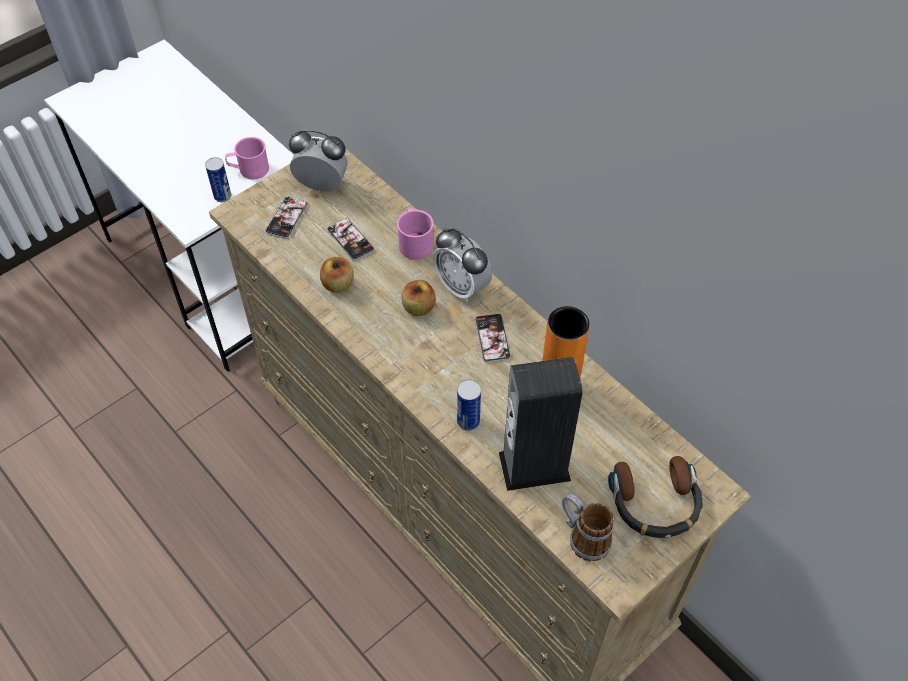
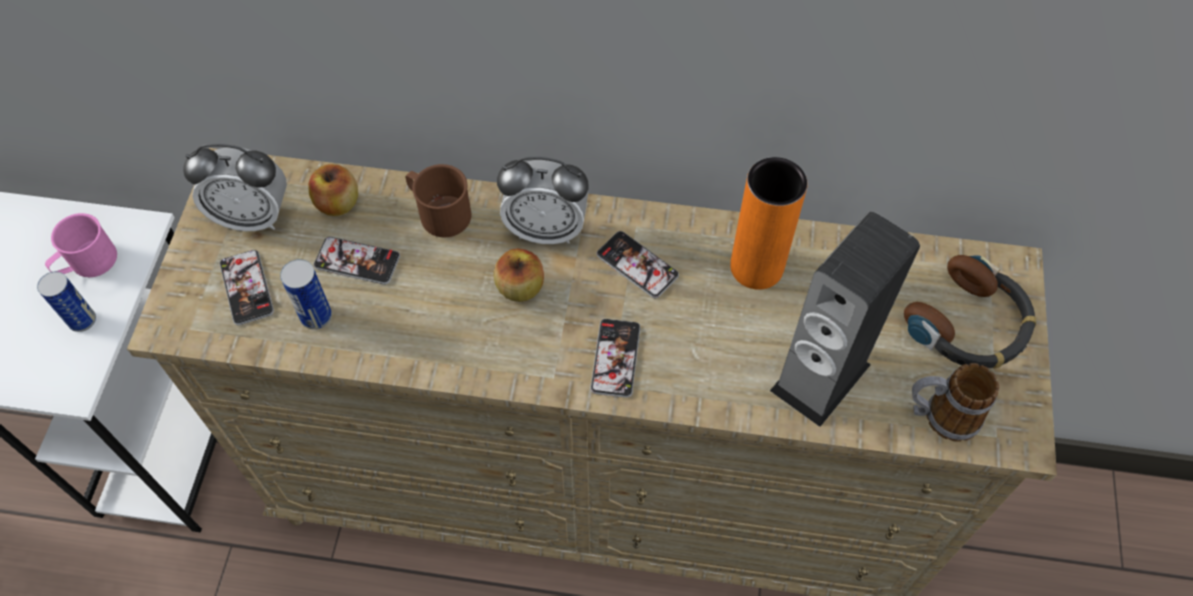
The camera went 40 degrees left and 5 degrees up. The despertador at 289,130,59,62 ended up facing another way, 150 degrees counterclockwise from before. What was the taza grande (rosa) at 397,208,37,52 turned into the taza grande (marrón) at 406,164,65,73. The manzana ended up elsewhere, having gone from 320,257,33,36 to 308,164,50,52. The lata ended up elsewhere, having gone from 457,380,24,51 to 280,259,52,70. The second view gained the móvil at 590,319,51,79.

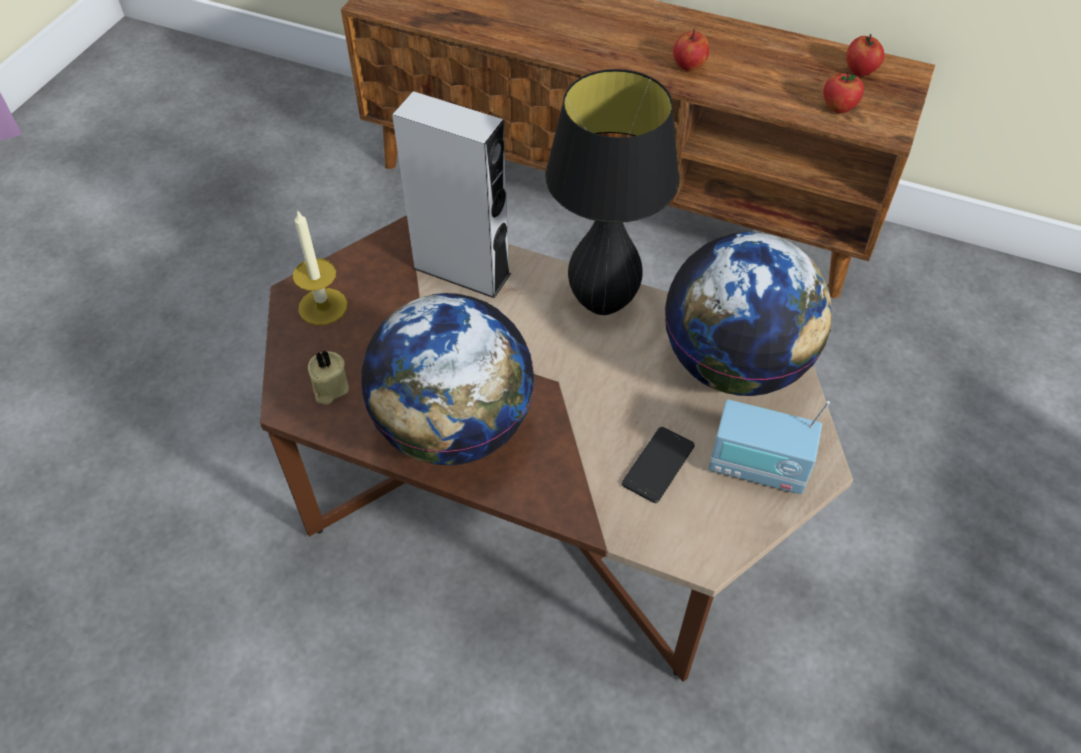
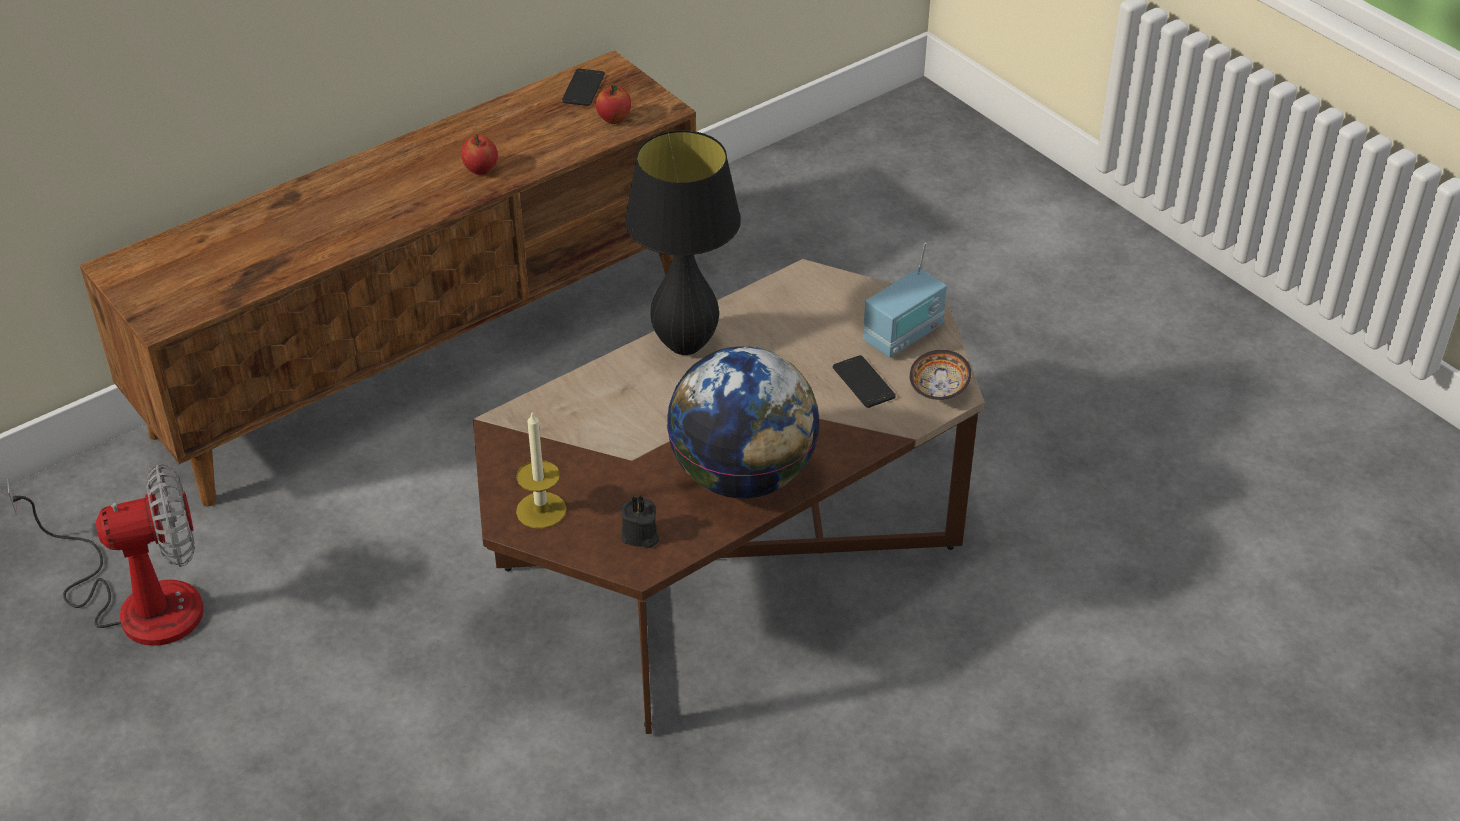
The camera went 60 degrees left and 10 degrees down. Where the manzana stood at 846,34,38,42, the móvil came to stand at 562,69,43,37. The second view lost the altavoz (gris) at 392,91,119,207. The second view lost the globo terráqueo at 665,232,167,164. What was the vela (beis) at 308,351,41,54 turned into the vela (negro) at 621,495,38,53. The second view gained the cuenco at 909,350,62,50. The second view gained the ventilador at 7,464,197,182.

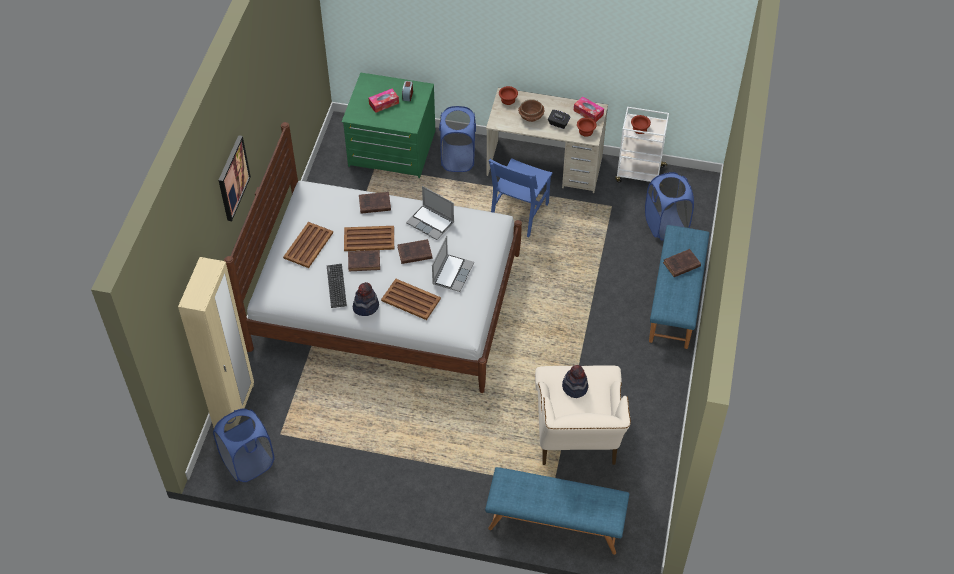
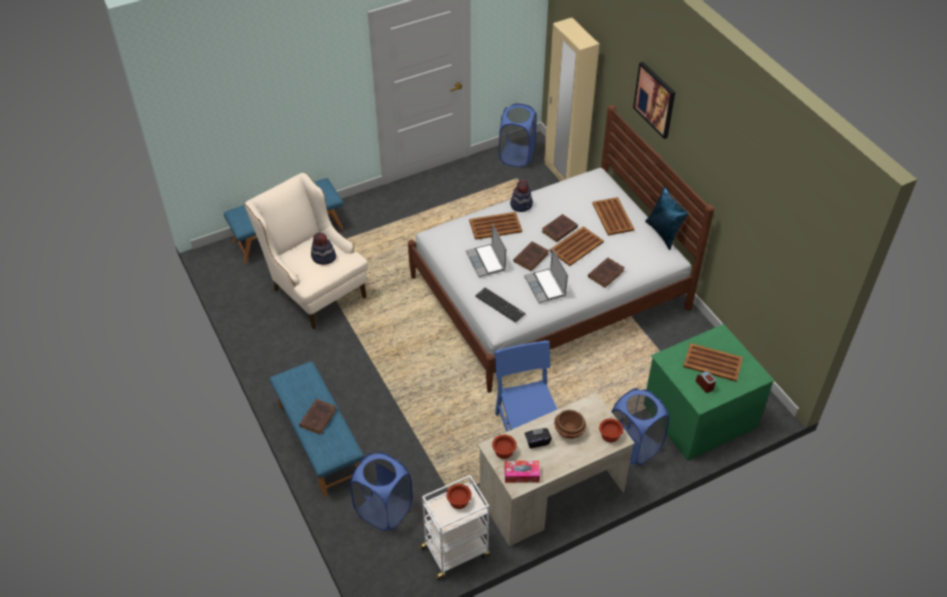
The camera went 140 degrees right and 5 degrees down. Where the caja de pañuelos stood at 369,89,30,24, the bandeja (marrón) came to stand at 683,343,60,39. The portátil at 406,186,48,54 ended up facing another way, 105 degrees counterclockwise from before. The teclado ended up elsewhere, having gone from 327,264,20,44 to 475,288,51,35. The second view gained the cojín (azul) at 645,186,44,64.

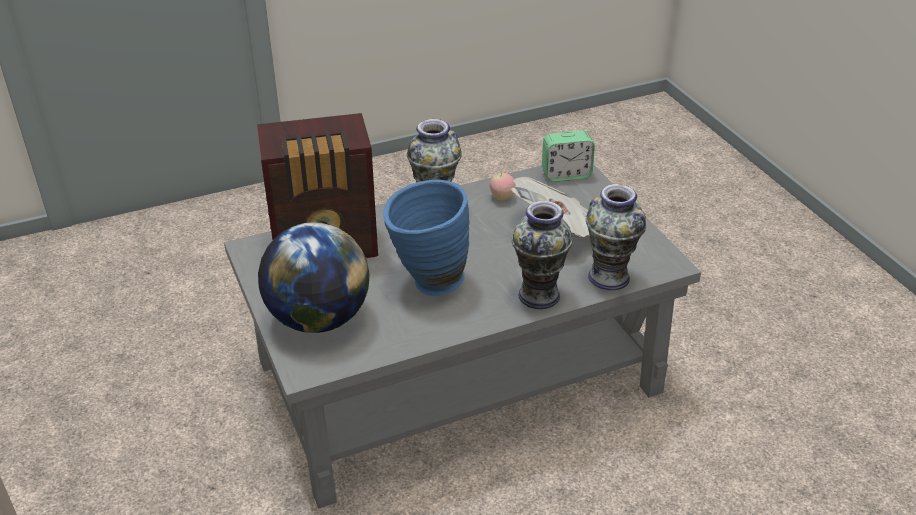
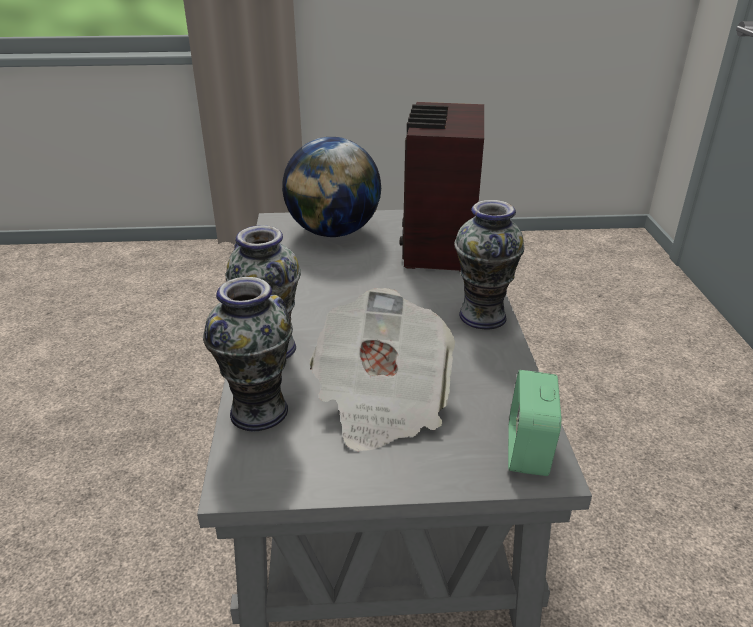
The camera went 110 degrees right and 5 degrees down. The second view lost the manzana at 489,172,27,29. The second view lost the florero (azul) at 383,180,87,116.

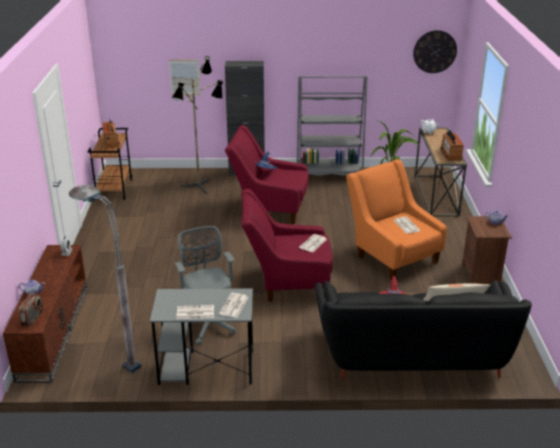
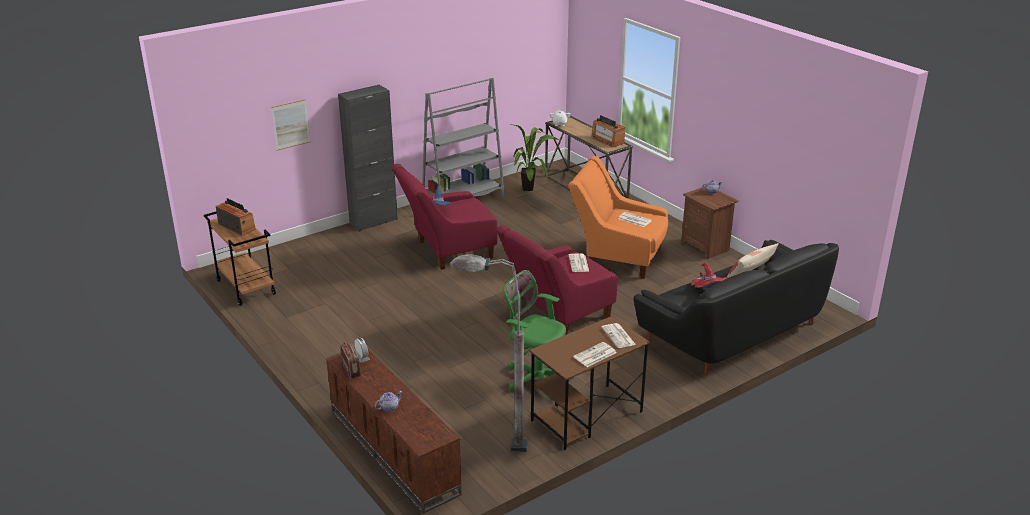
The camera went 35 degrees left and 0 degrees up. The second view lost the reloj de pared at 413,30,44,43. The second view lost the lámpara de pie at 172,56,51,138. What was the silla de oficina (gris) at 174,226,62,119 turned into the silla de oficina (verde) at 503,270,71,131. What was the escritorio (gris) at 150,288,103,97 turned into the escritorio (marrón) at 529,316,121,134. The radio ended up elsewhere, having gone from 18,293,26,34 to 341,342,20,37.

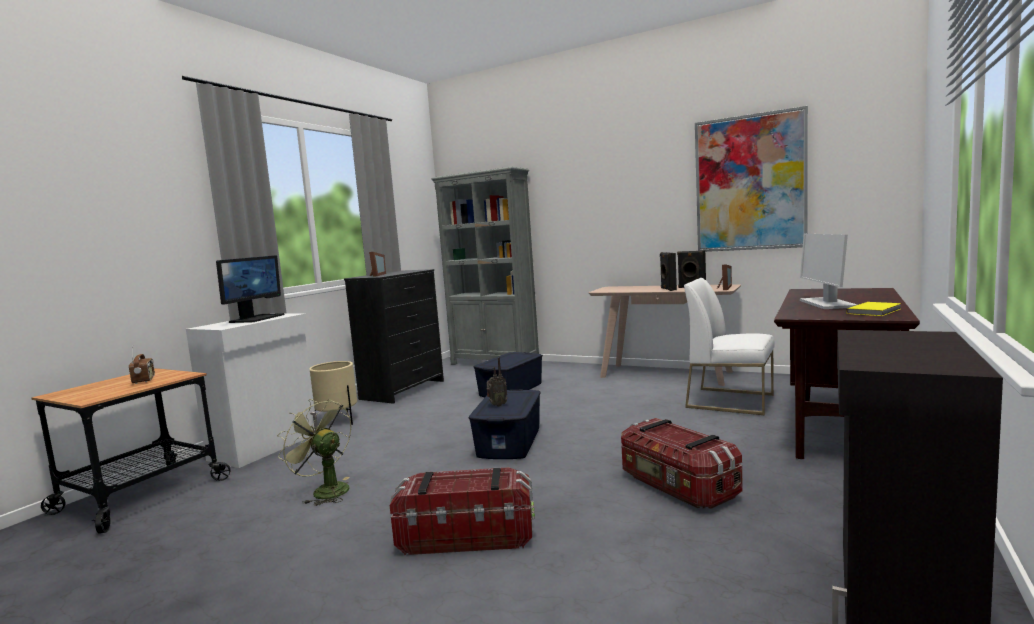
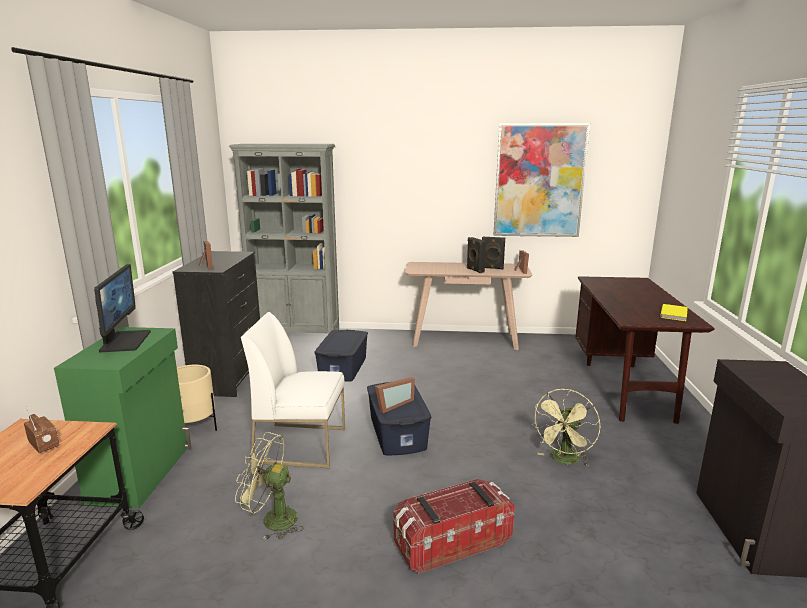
The camera went 25 degrees left and 10 degrees up. The second view lost the monitor at 800,234,57,75. The silla (blanco) ended up elsewhere, having gone from 684,278,91,137 to 241,312,104,156. What was the armario (blanco) at 186,313,132,155 turned into the armario (verde) at 54,327,137,181. Where the radio stood at 487,357,21,50, the portarretratos came to stand at 375,377,40,36. Where the caja de almacenaje stood at 621,418,122,91, the ventilador (verde) came to stand at 531,389,69,78.

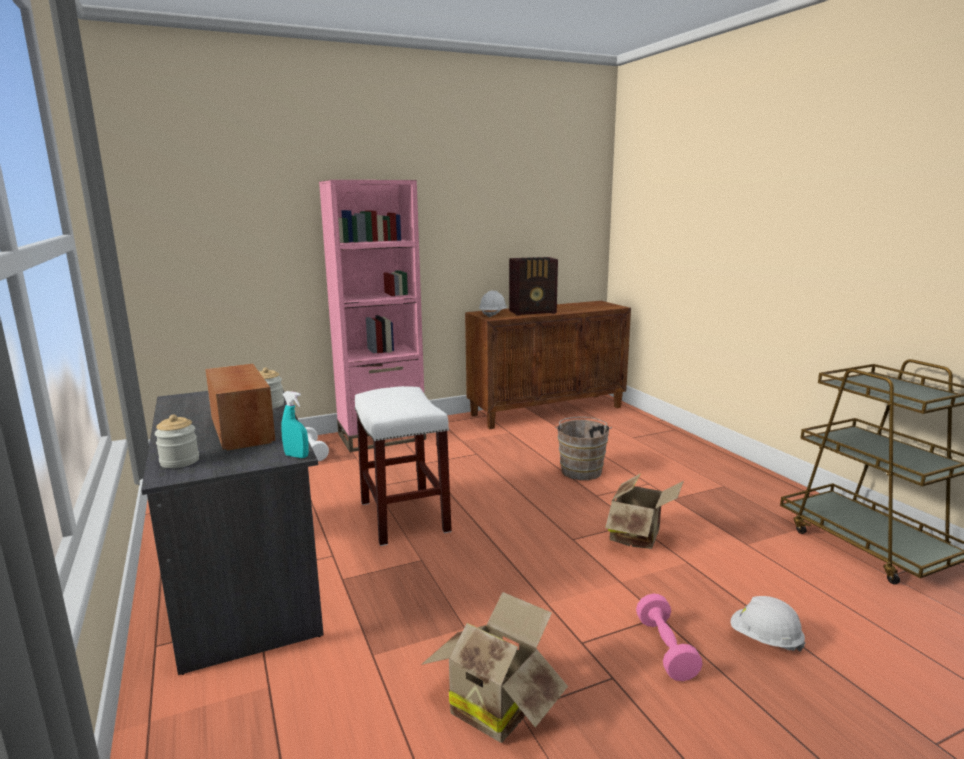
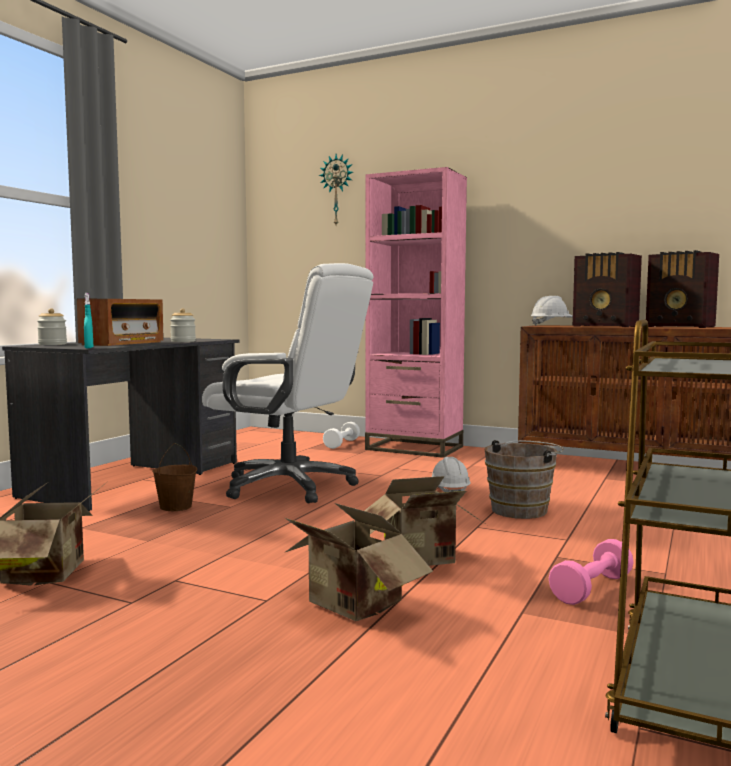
The camera went 50 degrees right and 10 degrees down. Where the taburete (blanco) stood at 354,386,98,160, the silla de oficina (blanco) came to stand at 202,263,172,240. The mancuerna (rosa) ended up elsewhere, having gone from 636,594,67,87 to 549,539,85,66. The casco (blanco) ended up elsewhere, having gone from 731,596,75,56 to 432,457,39,35. The second view gained the reloj de pared at 319,154,34,71. The second view gained the radio at 646,250,73,78. The second view gained the cubo (marrón) at 152,443,45,68. The second view gained the caja de cartón at 284,503,149,118.

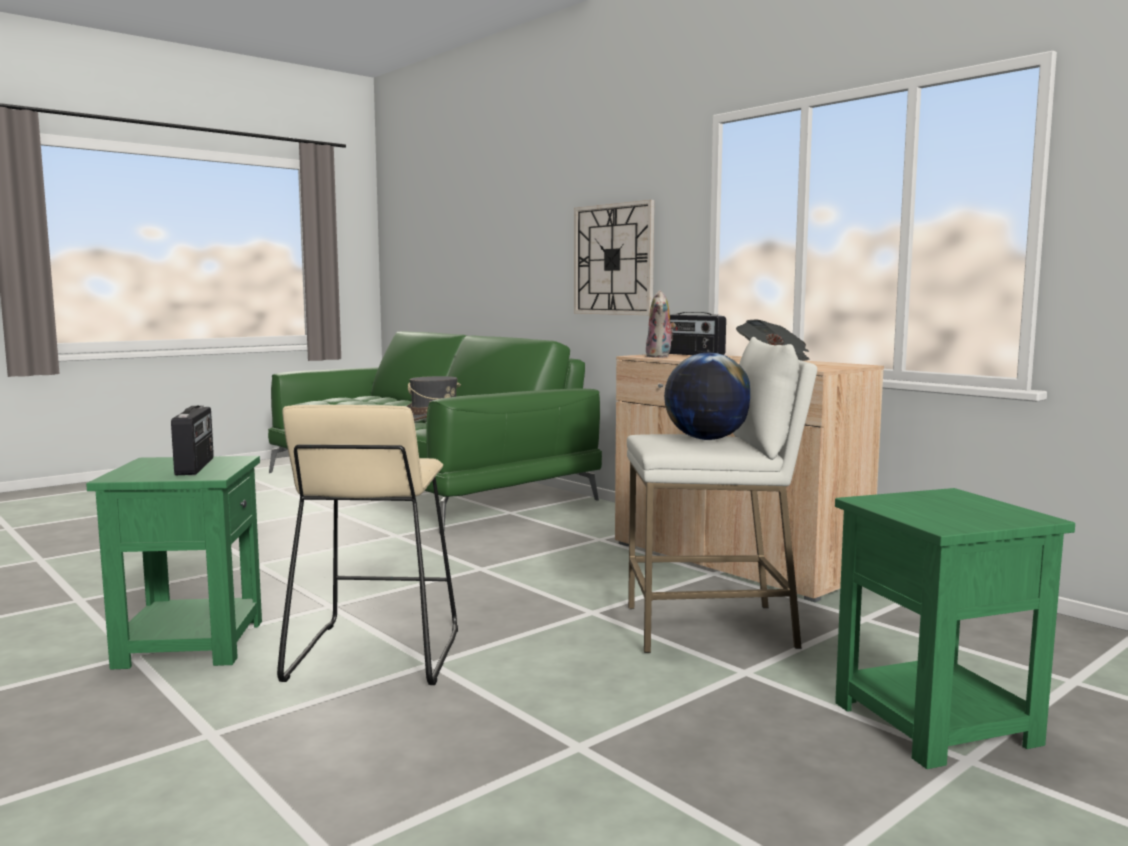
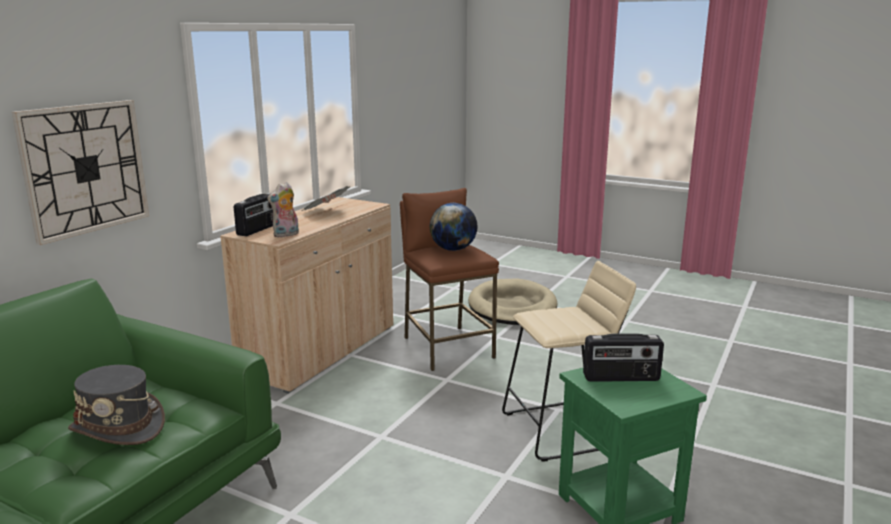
The camera went 110 degrees left and 10 degrees up. The peluche at 646,290,30,68 ended up facing another way, 150 degrees clockwise from before. What was the taburete (blanco) at 627,337,190,316 turned into the taburete (marrón) at 400,188,99,183. The radio at 171,406,43,69 ended up facing another way, 150 degrees counterclockwise from before. Where the mesa auxiliar (verde) stood at 835,488,240,281, the cama para perro (beis) came to stand at 468,279,89,46.

